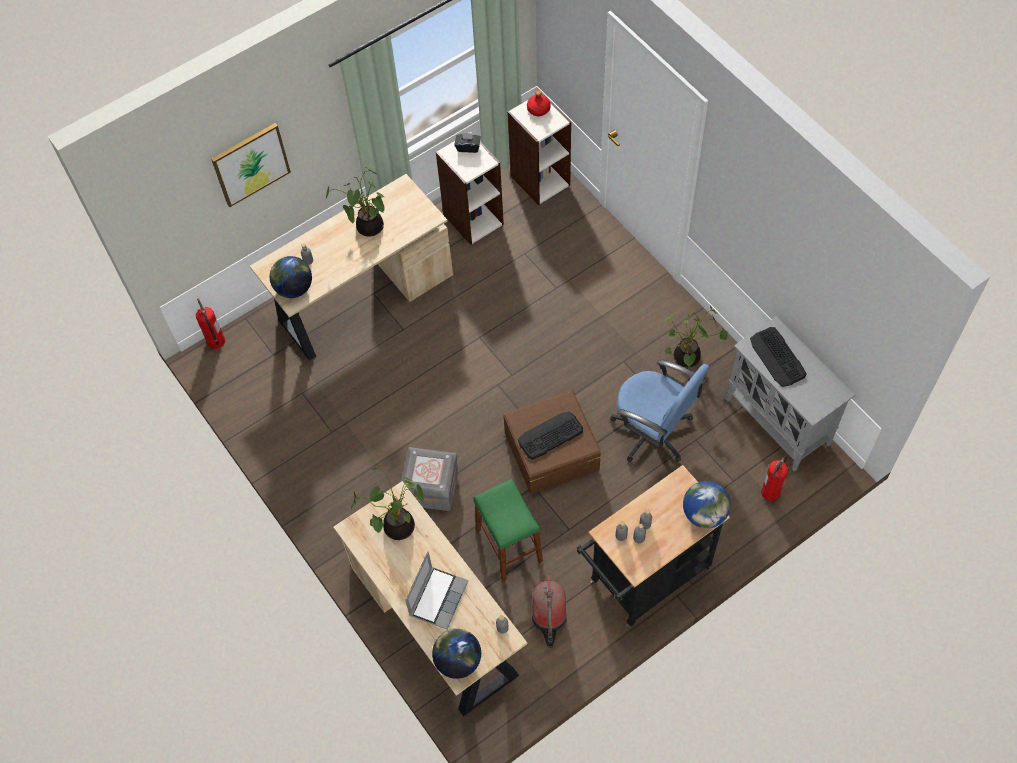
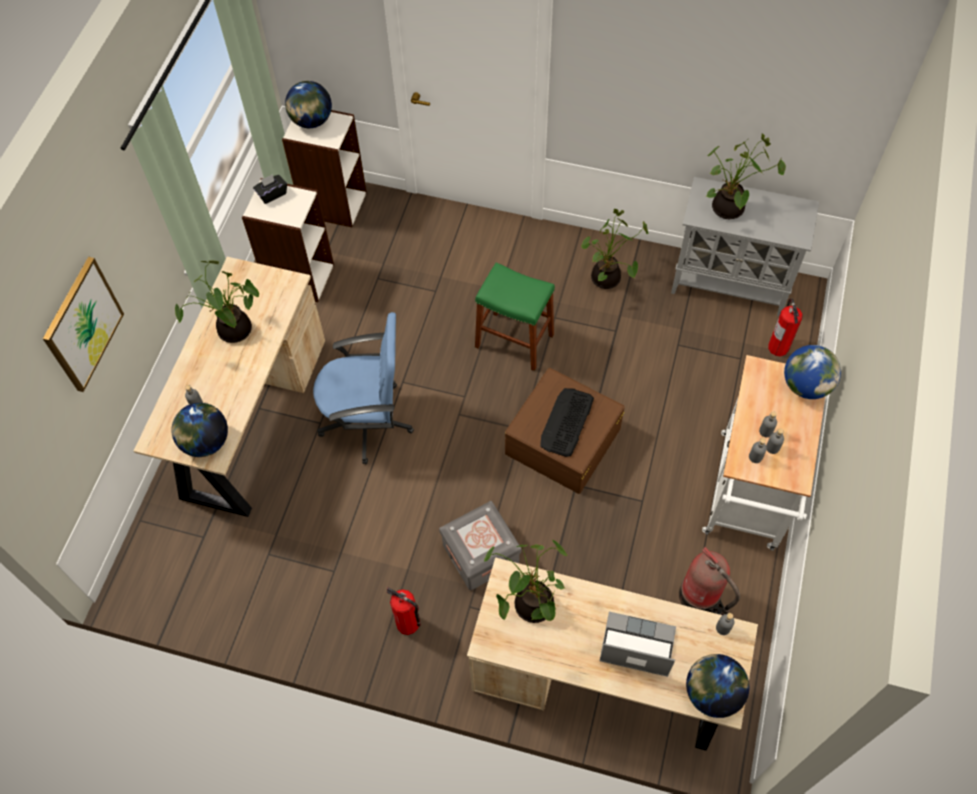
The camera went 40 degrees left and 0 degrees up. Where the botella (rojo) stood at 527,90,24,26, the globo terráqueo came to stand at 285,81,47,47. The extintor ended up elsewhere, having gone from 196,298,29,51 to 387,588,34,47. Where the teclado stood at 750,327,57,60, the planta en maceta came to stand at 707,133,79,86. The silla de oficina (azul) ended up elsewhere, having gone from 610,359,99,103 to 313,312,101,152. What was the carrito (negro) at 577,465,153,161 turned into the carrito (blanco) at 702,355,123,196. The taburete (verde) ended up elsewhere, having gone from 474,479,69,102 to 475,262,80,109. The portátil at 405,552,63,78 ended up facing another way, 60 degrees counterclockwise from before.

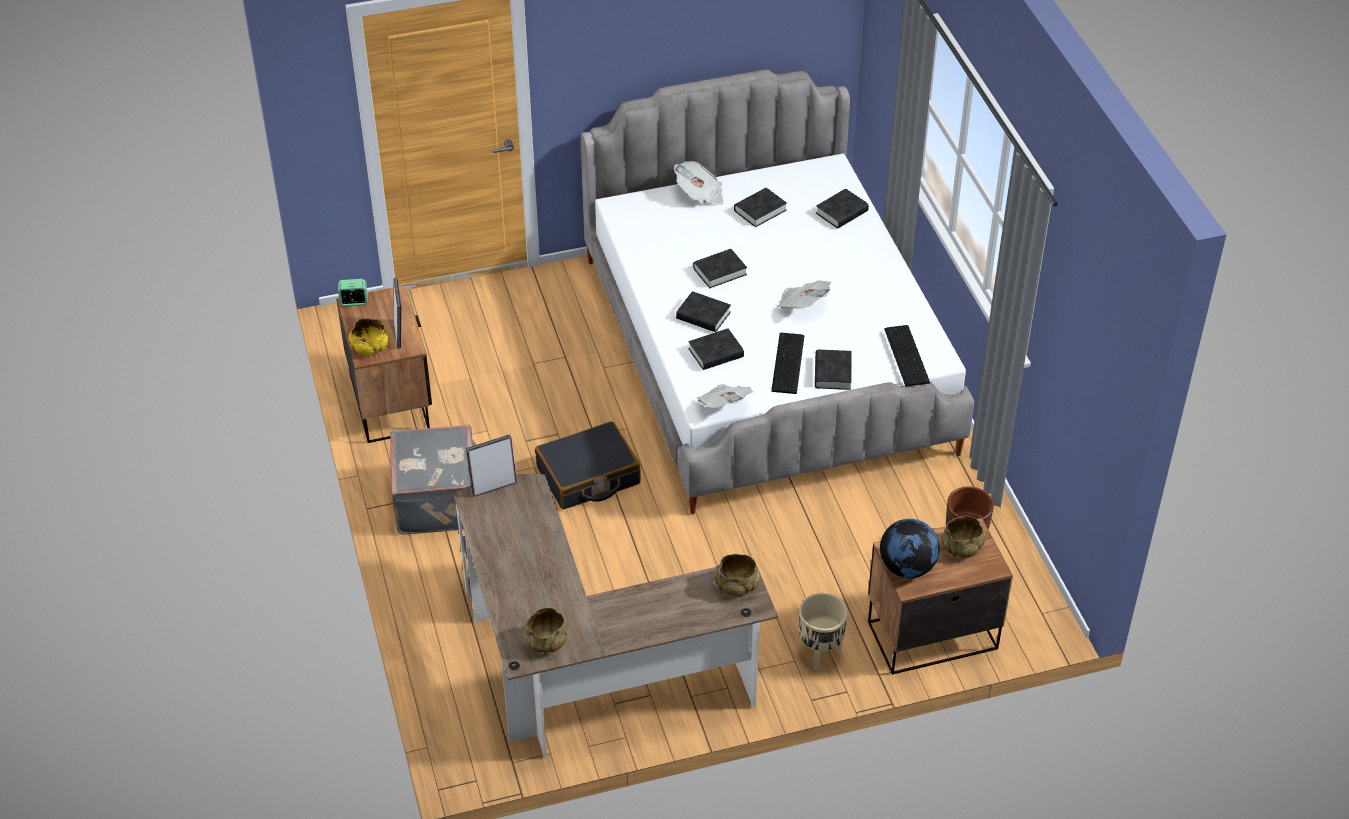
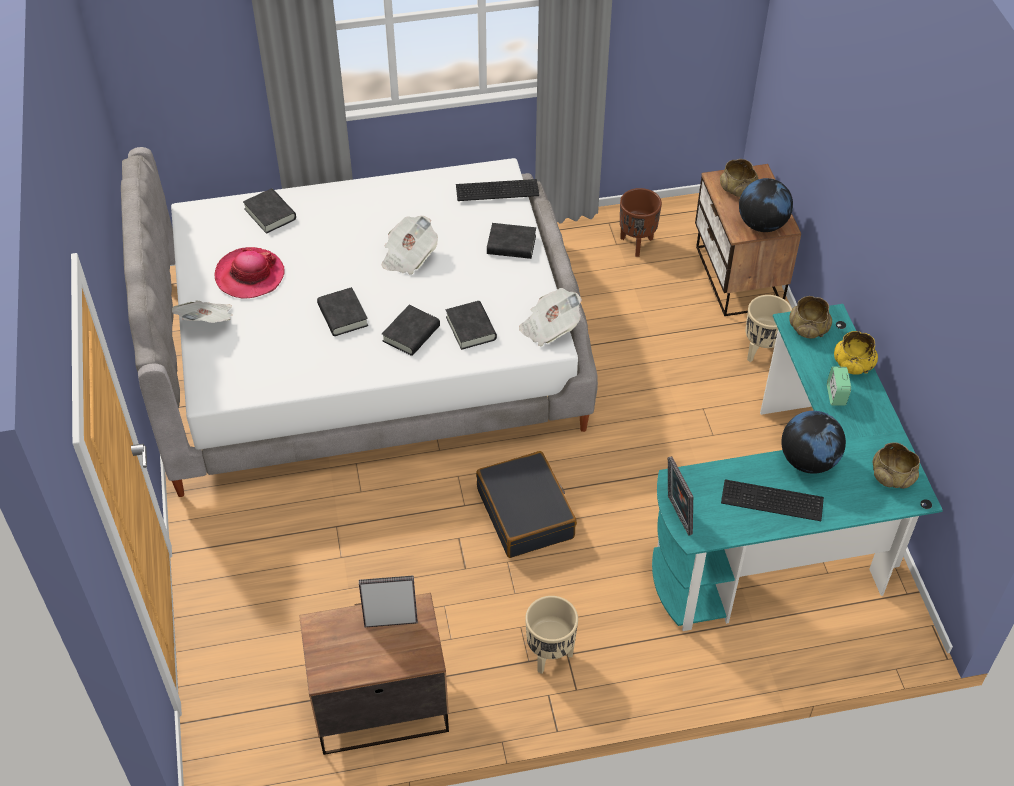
The camera went 85 degrees left and 5 degrees up. Where the libro (negro) stood at 734,188,53,39, the sombrero came to stand at 214,247,71,52. The despertador ended up elsewhere, having gone from 338,279,30,28 to 827,367,24,39. The cuenco (amarillo) ended up elsewhere, having gone from 349,318,40,37 to 834,331,44,44. The teclado ended up elsewhere, having gone from 771,333,33,61 to 721,479,103,42. Where the maleta (gris) stood at 390,425,86,110, the maceta (beis) came to stand at 525,596,53,78. What was the escritorio (marrón) at 454,474,324,284 turned into the escritorio (turquesa) at 652,304,291,327. The second view gained the globo terráqueo at 781,411,65,63.

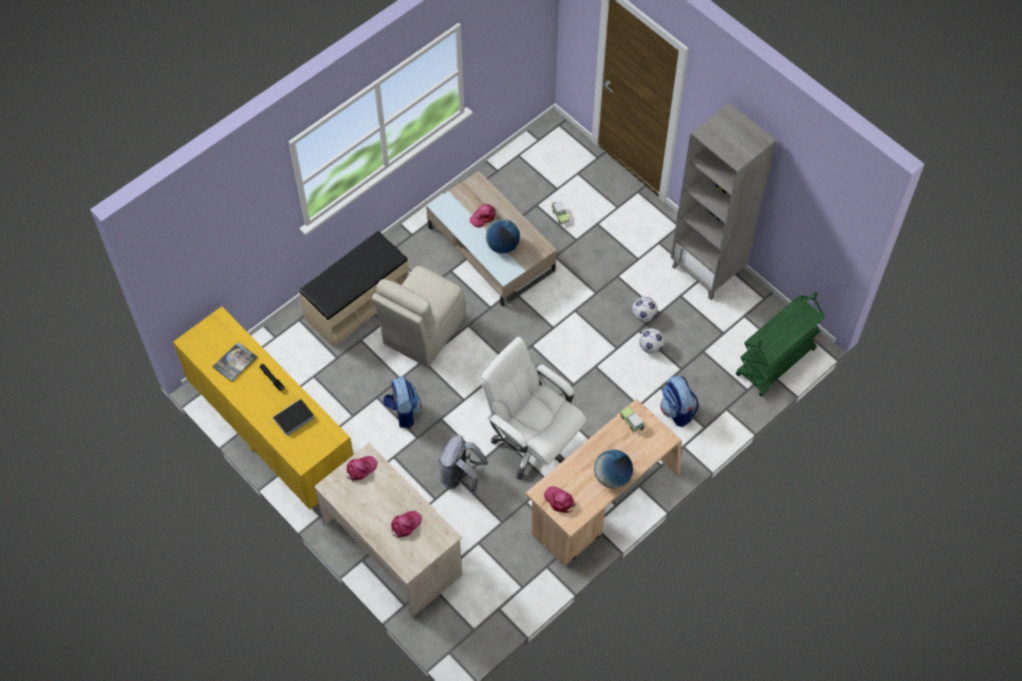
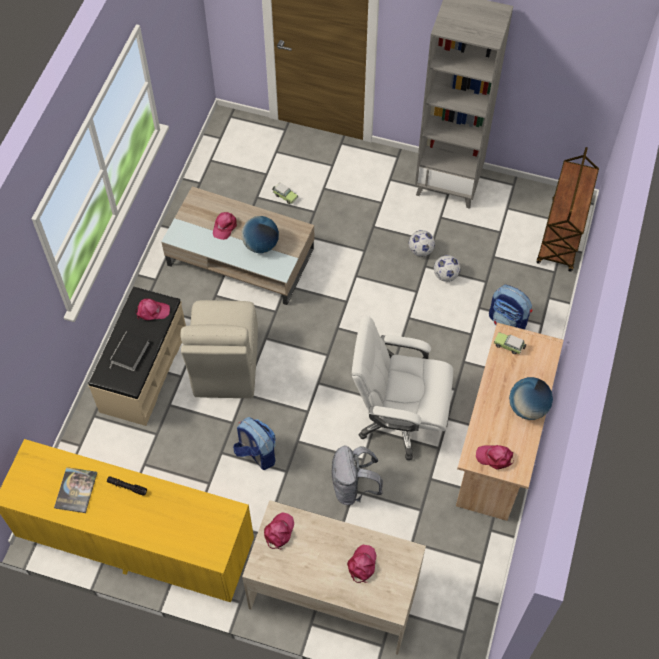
The camera went 30 degrees left and 0 degrees up. What was the carrito (verde) at 736,291,90,106 turned into the carrito (marrón) at 537,147,62,125. The libro ended up elsewhere, having gone from 270,399,44,37 to 109,331,40,40. The second view gained the gorra (rosa) at 136,298,34,22.

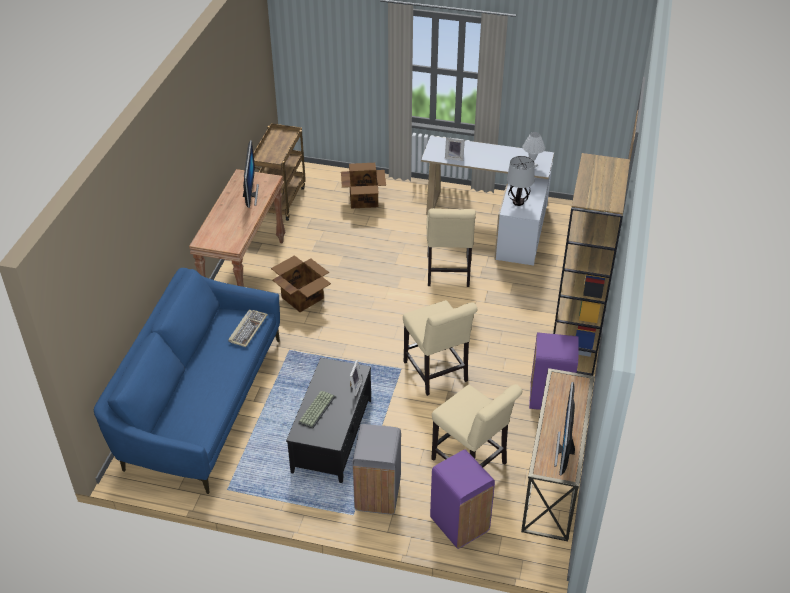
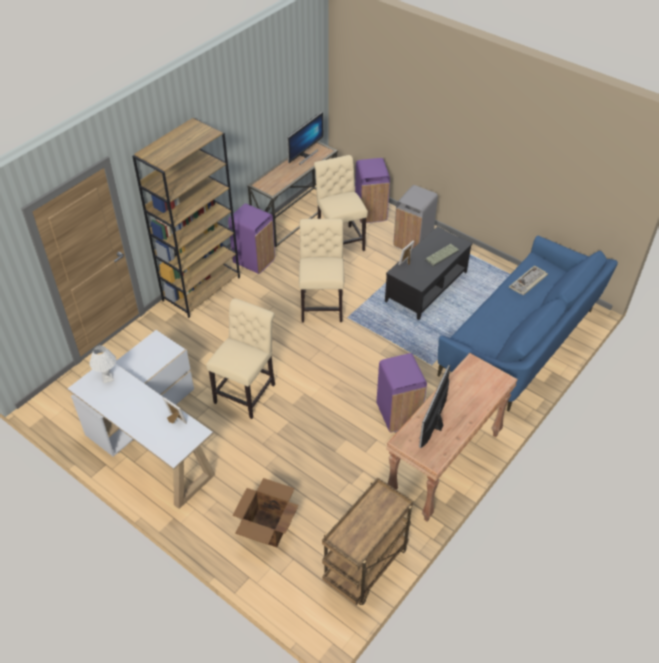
The camera went 155 degrees left and 5 degrees up. The second view lost the lámpara de mesa at 507,156,28,50. Where the caja de cartón stood at 271,255,60,57, the papelera (morado) came to stand at 377,353,50,79. The teclado ended up elsewhere, having gone from 228,309,40,38 to 509,266,39,29.

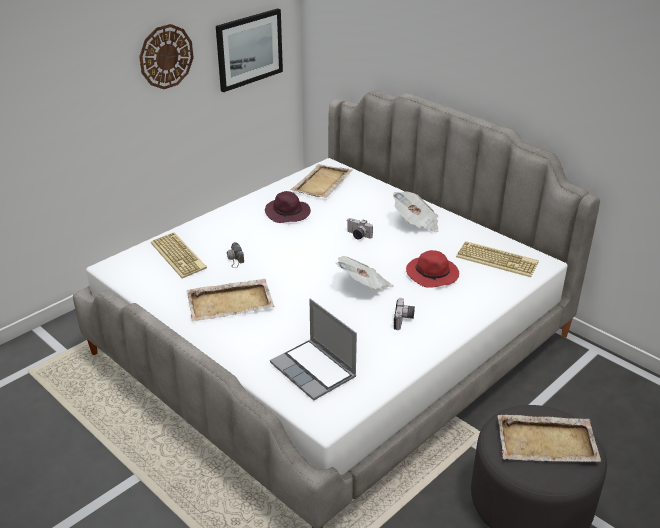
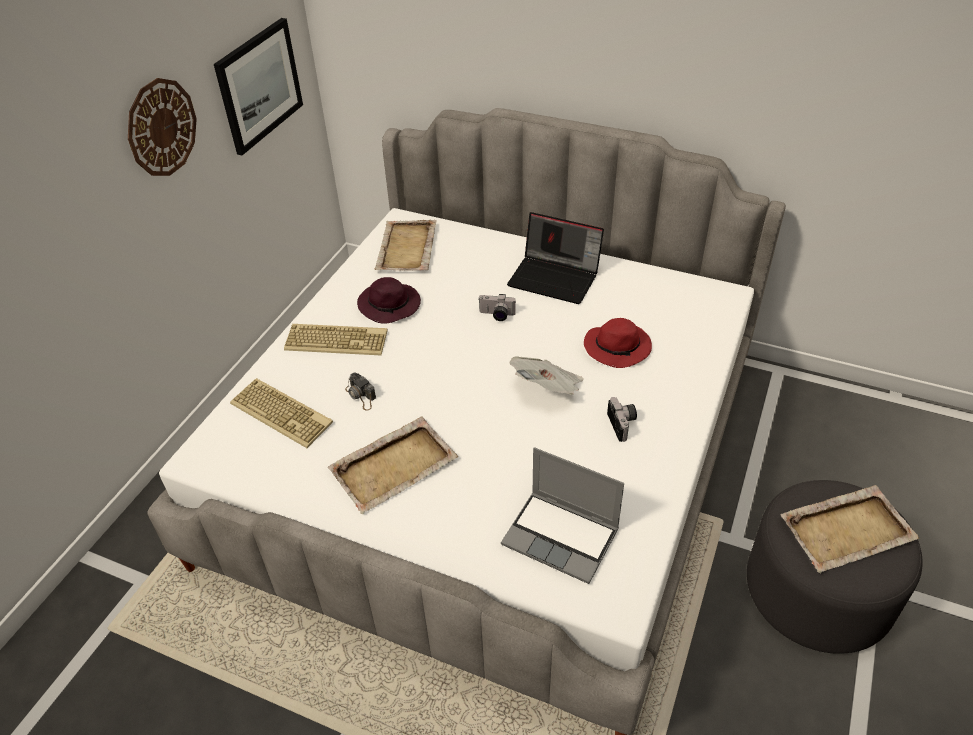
The camera went 20 degrees left and 10 degrees up. Where the periódico stood at 393,191,45,41, the portátil came to stand at 507,212,97,92. The teclado ended up elsewhere, having gone from 456,241,83,36 to 284,324,103,31.

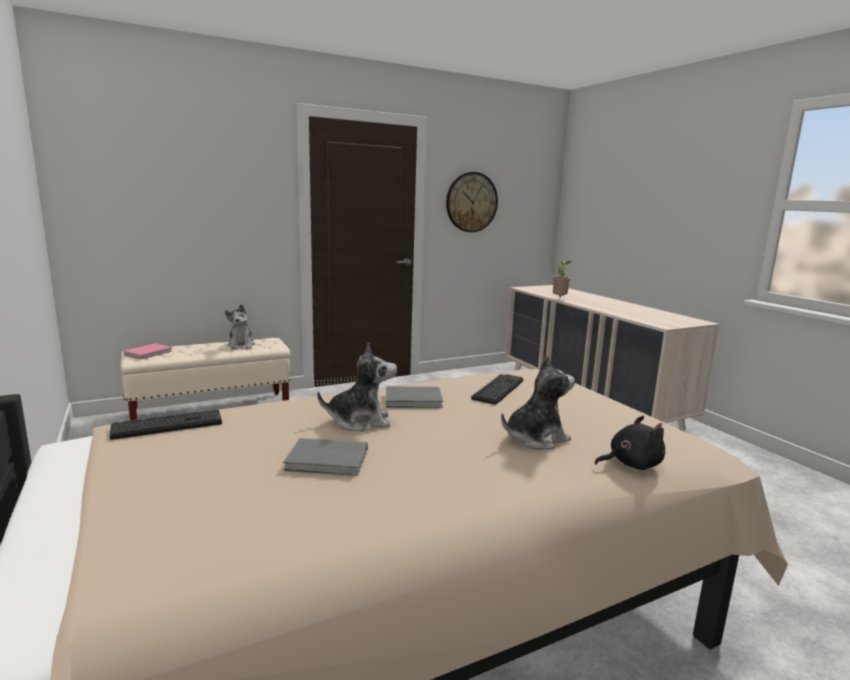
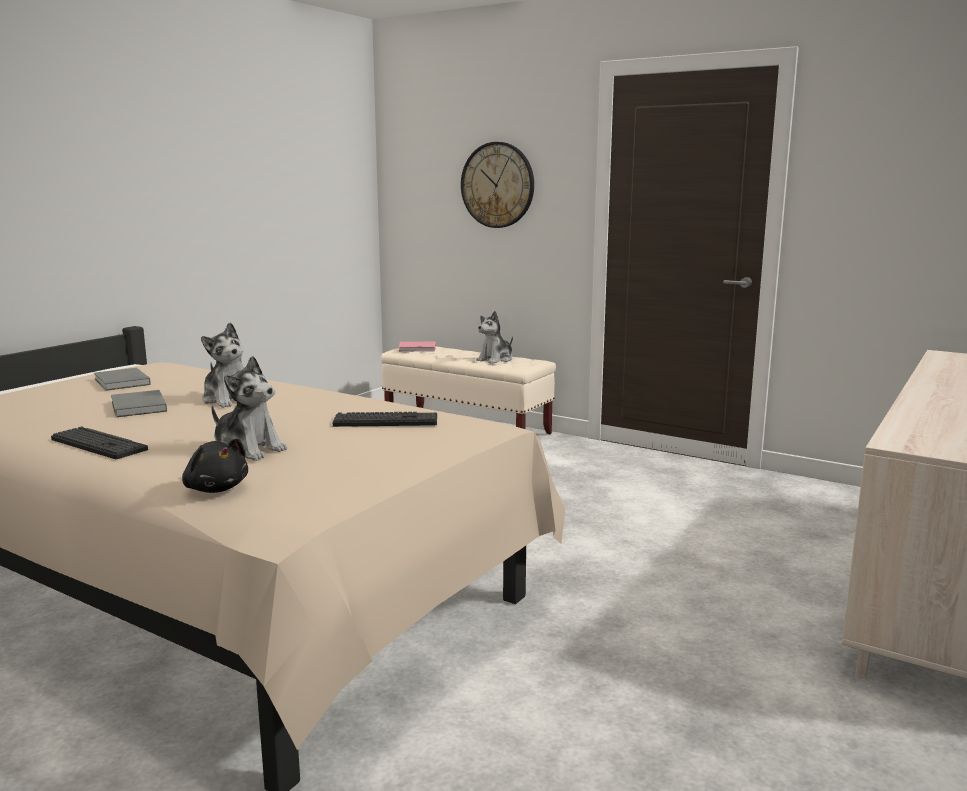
The camera went 60 degrees right and 0 degrees up. The reloj de pared ended up elsewhere, having gone from 446,172,52,60 to 461,142,73,86. The second view lost the planta en maceta at 553,261,18,36. The libro (gris) ended up elsewhere, having gone from 386,386,57,22 to 94,368,57,23. The teclado ended up elsewhere, having gone from 109,410,113,30 to 51,426,97,33.

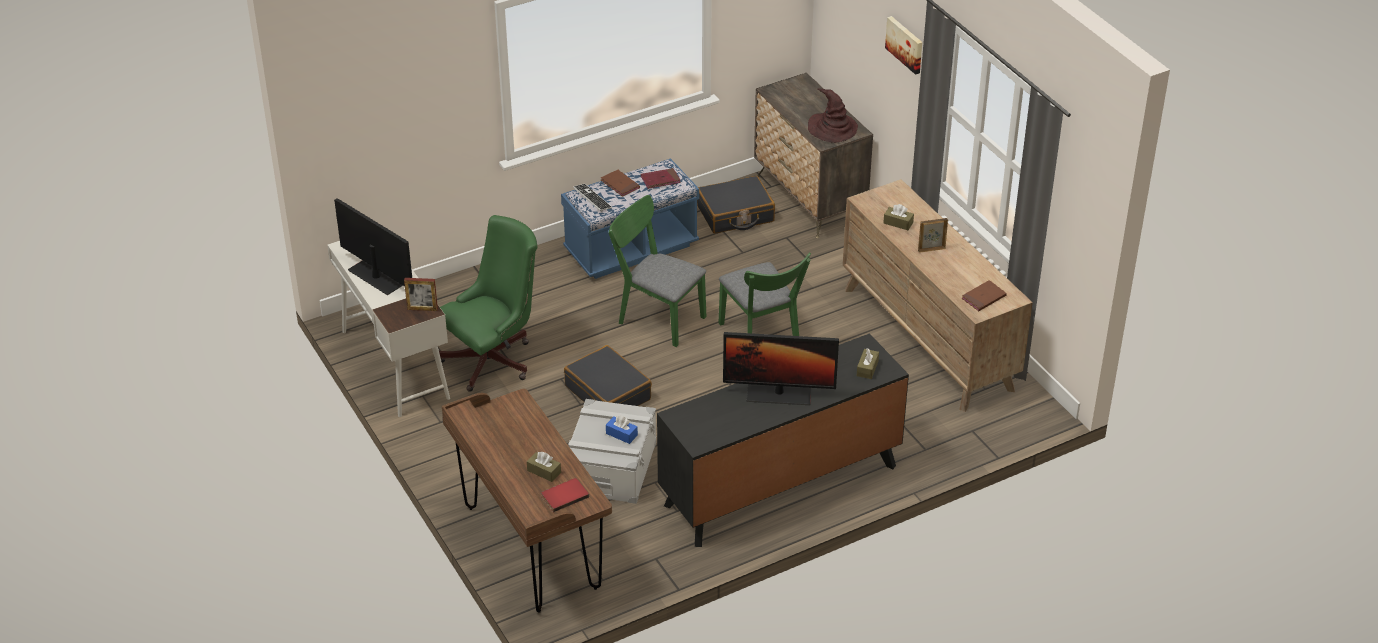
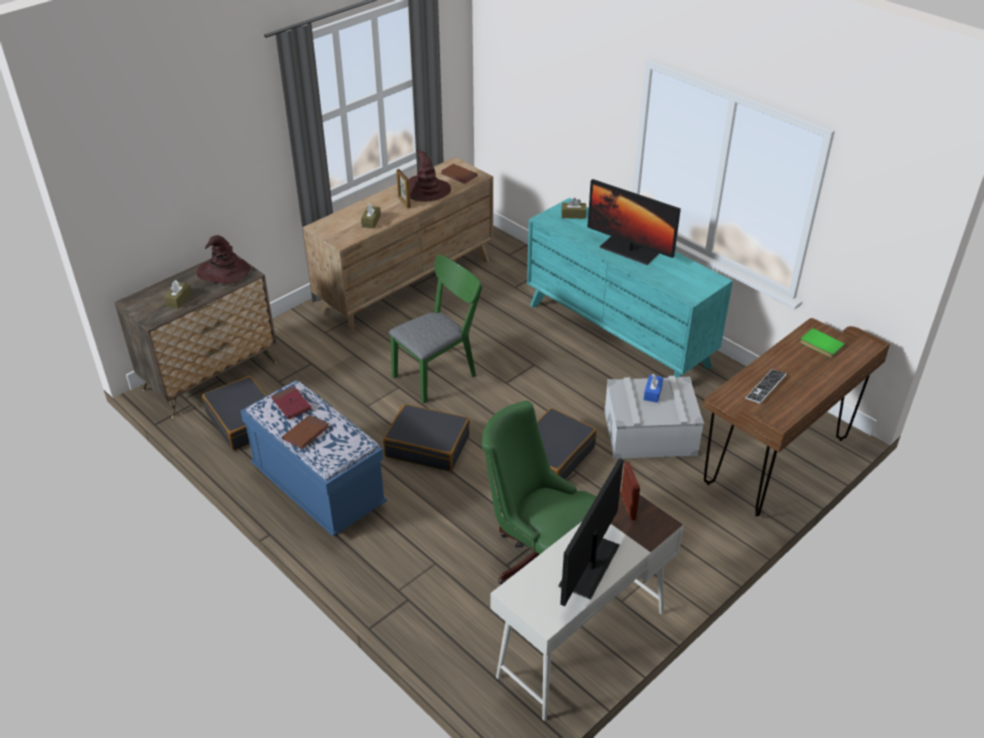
The camera went 105 degrees left and 0 degrees up. The second view lost the cuadro at 885,16,37,59. The teclado ended up elsewhere, having gone from 573,184,39,28 to 745,369,42,35. Where the silla (verde) stood at 608,195,98,152, the maleta (negro) came to stand at 383,404,87,67. The monitor at 723,332,116,73 ended up facing another way, 135 degrees clockwise from before. What was the cómoda (negro) at 657,333,252,214 turned into the cómoda (turquesa) at 527,198,206,179. The caja de pañuelos (marrón) ended up elsewhere, having gone from 527,452,34,30 to 164,280,28,29. What was the libro (rojo) at 541,478,48,34 turned into the libro (verde) at 800,328,45,30. The second view gained the sombrero (marrón) at 409,149,42,53.

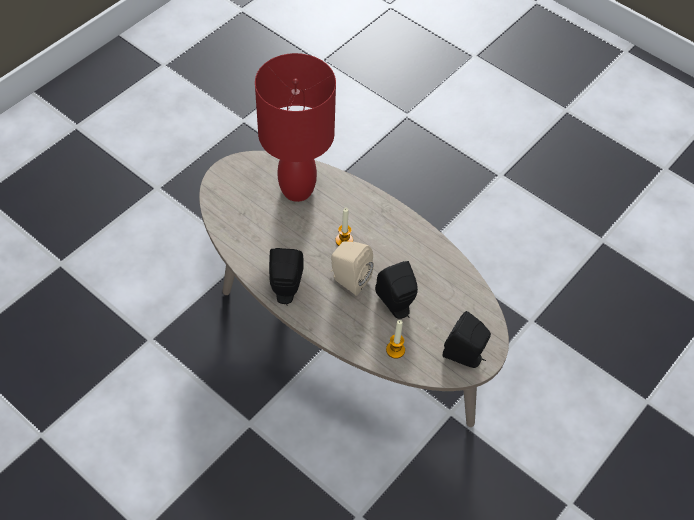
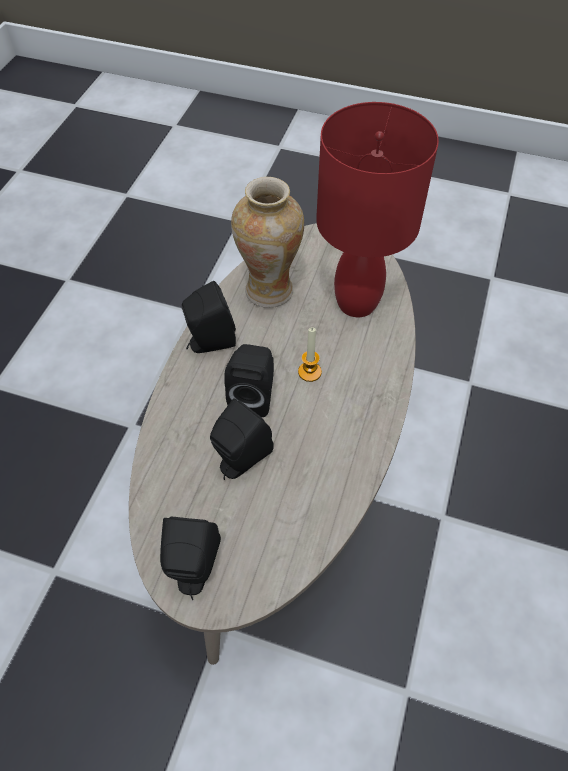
The camera went 70 degrees right and 0 degrees up. What was the altavoz (beis) at 331,241,43,55 turned into the altavoz (negro) at 224,344,50,73. The second view lost the vela at 386,320,19,39. The second view gained the florero at 231,177,73,131.

